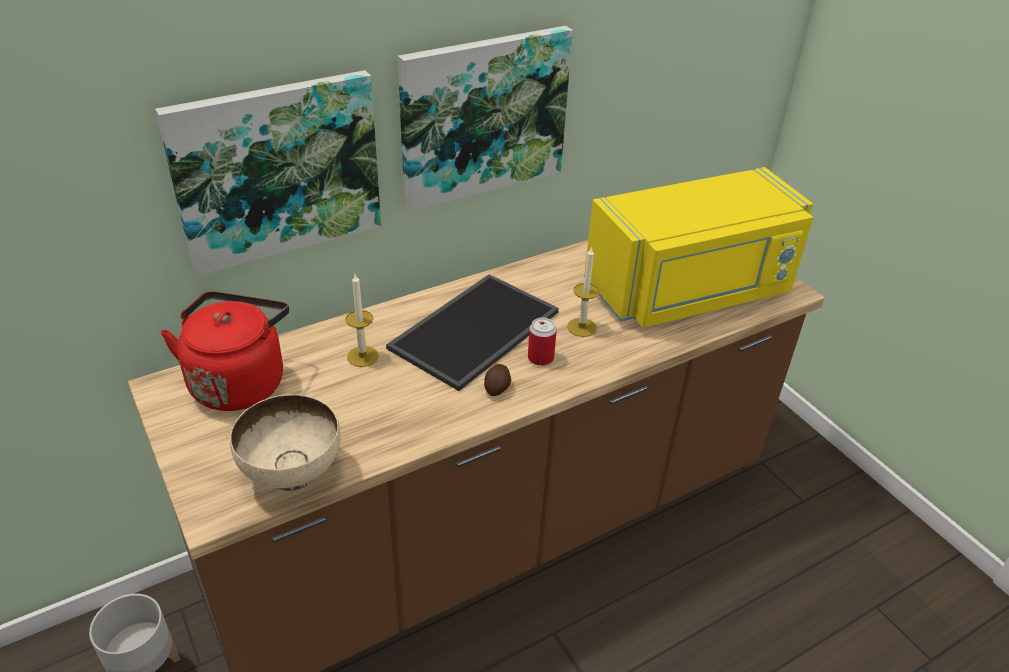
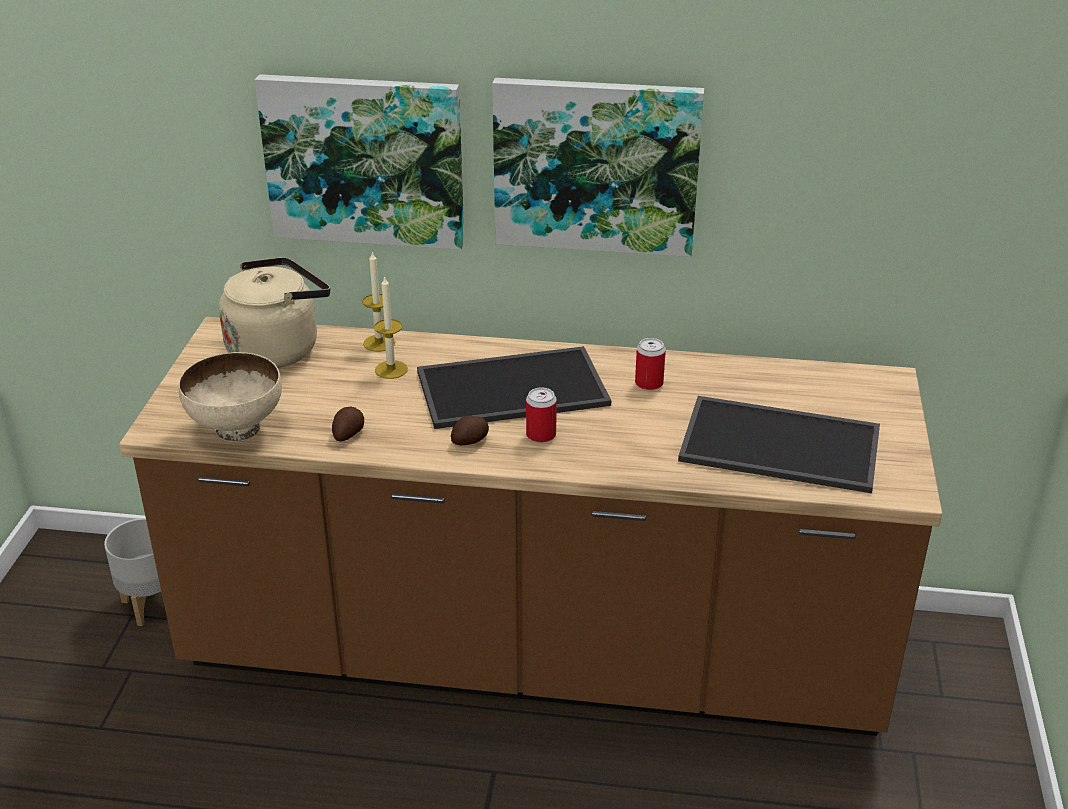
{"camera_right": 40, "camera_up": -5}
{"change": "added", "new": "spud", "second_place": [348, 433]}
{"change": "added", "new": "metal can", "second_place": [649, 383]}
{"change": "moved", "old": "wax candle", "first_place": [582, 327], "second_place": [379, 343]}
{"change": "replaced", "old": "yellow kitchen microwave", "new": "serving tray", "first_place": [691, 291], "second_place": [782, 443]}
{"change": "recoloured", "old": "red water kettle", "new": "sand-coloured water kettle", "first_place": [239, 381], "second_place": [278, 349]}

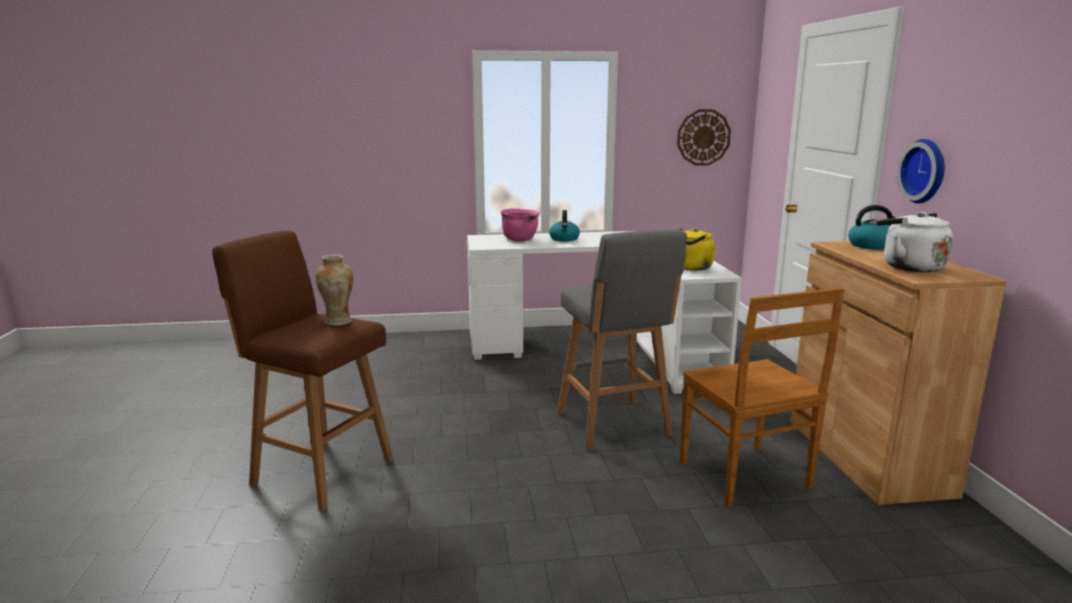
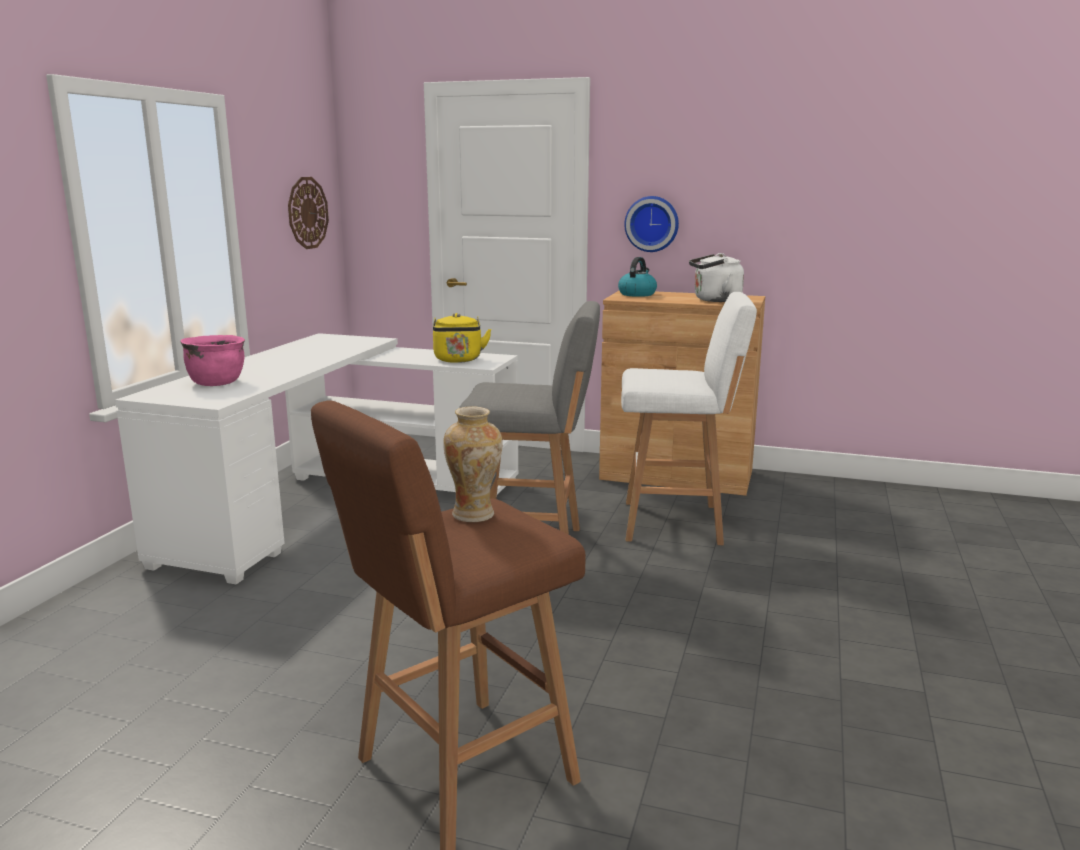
{"camera_right": -65, "camera_up": 0}
{"change": "removed", "old": "water kettle", "first_place": [564, 239]}
{"change": "replaced", "old": "brown chair", "new": "white stool", "first_place": [746, 477], "second_place": [677, 523]}

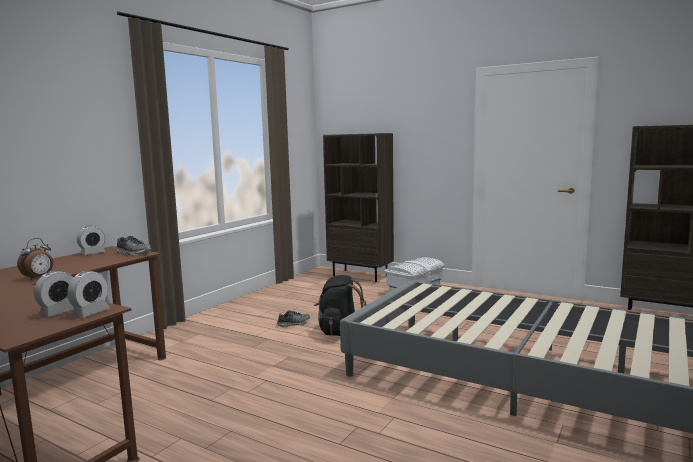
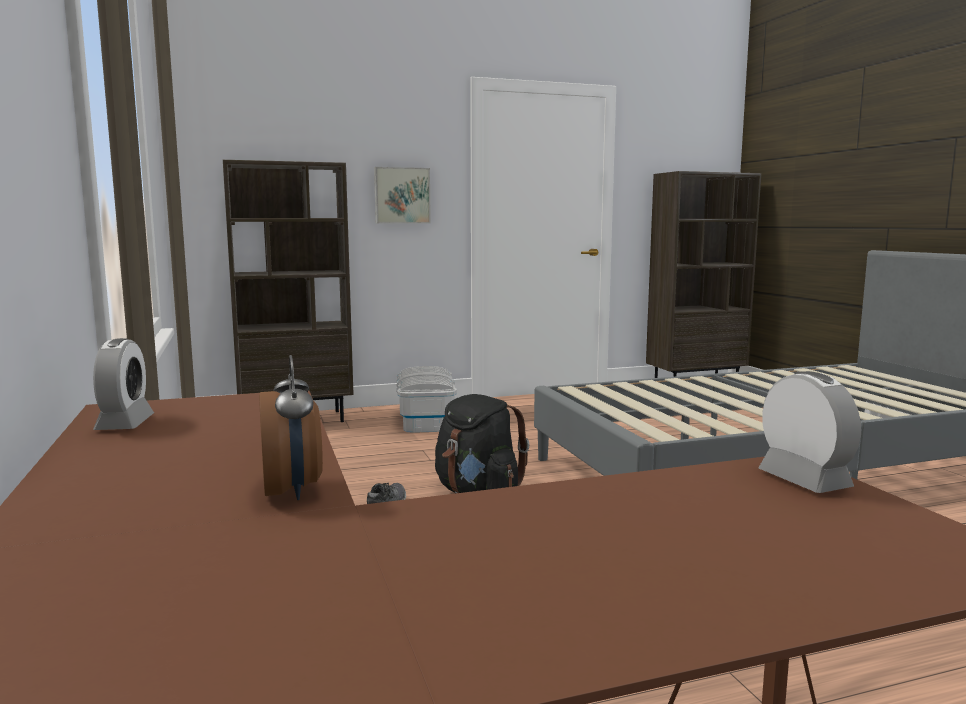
{"camera_right": -50, "camera_up": 0}
{"change": "removed", "old": "bedside clock", "first_place": [59, 312]}
{"change": "removed", "old": "shoe", "first_place": [133, 253]}
{"change": "added", "new": "wall art", "second_place": [402, 195]}

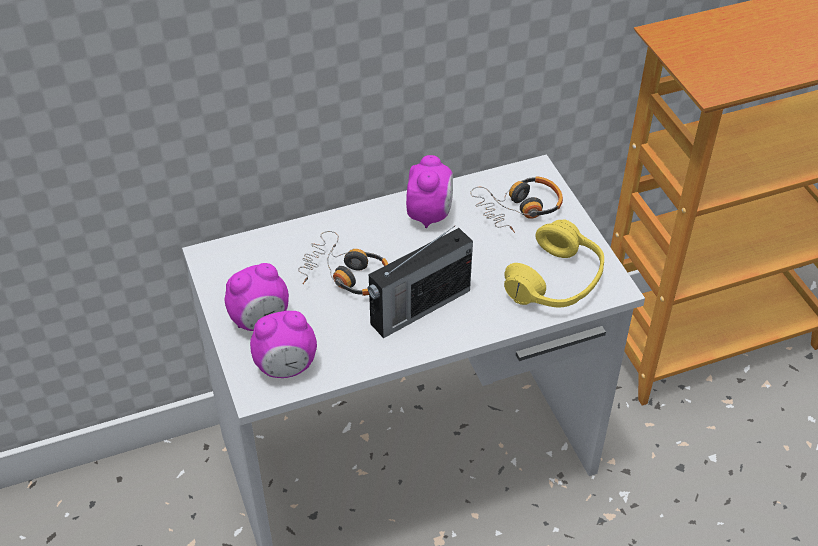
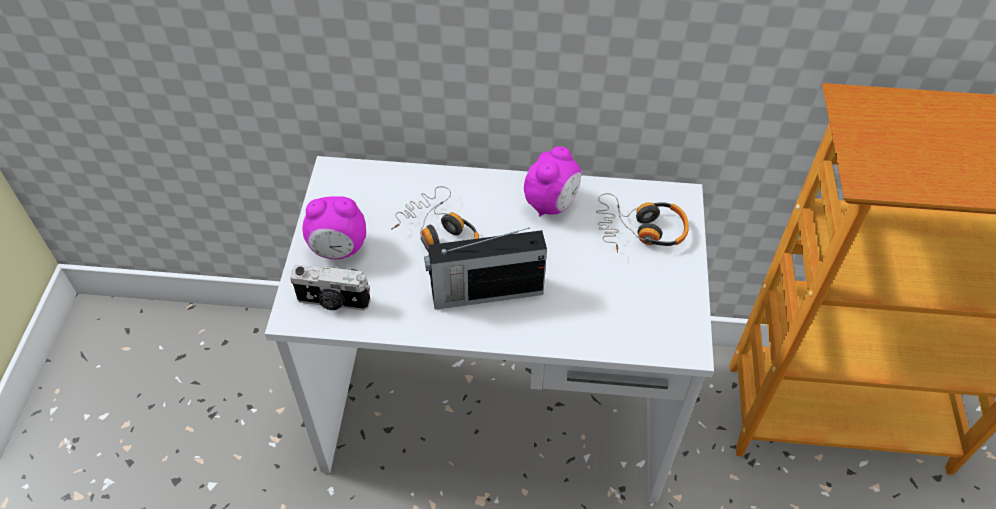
{"camera_right": 25, "camera_up": 5}
{"change": "removed", "old": "yellow headset", "first_place": [555, 281]}
{"change": "replaced", "old": "bedside clock", "new": "still camera", "first_place": [286, 367], "second_place": [333, 302]}

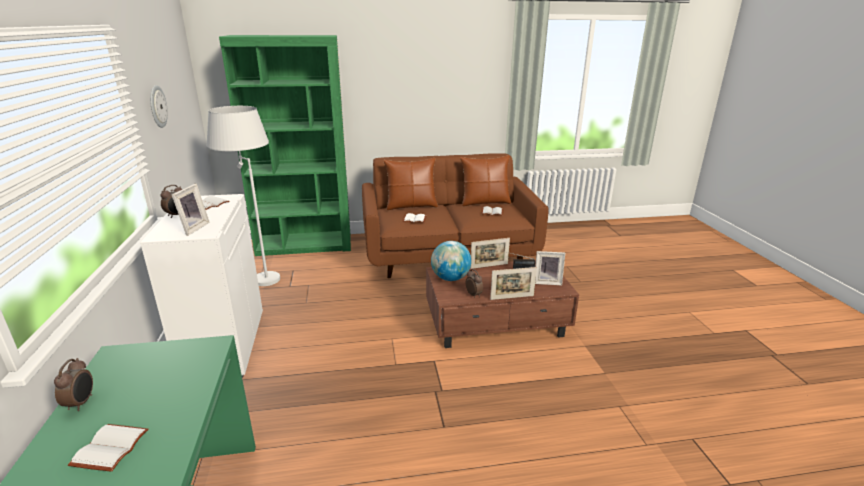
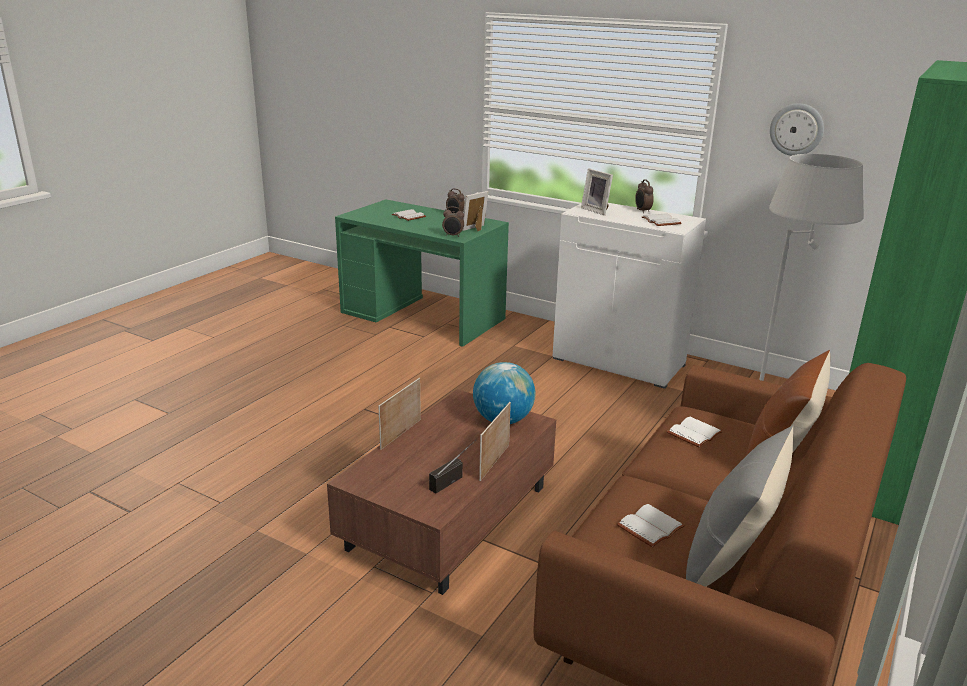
{"camera_right": 130, "camera_up": 0}
{"change": "moved", "old": "bedside clock", "first_place": [474, 294], "second_place": [453, 236]}
{"change": "moved", "old": "picture frame", "first_place": [547, 282], "second_place": [476, 229]}
{"change": "recoloured", "old": "brown pillow", "new": "grey pillow", "first_place": [485, 202], "second_place": [729, 559]}

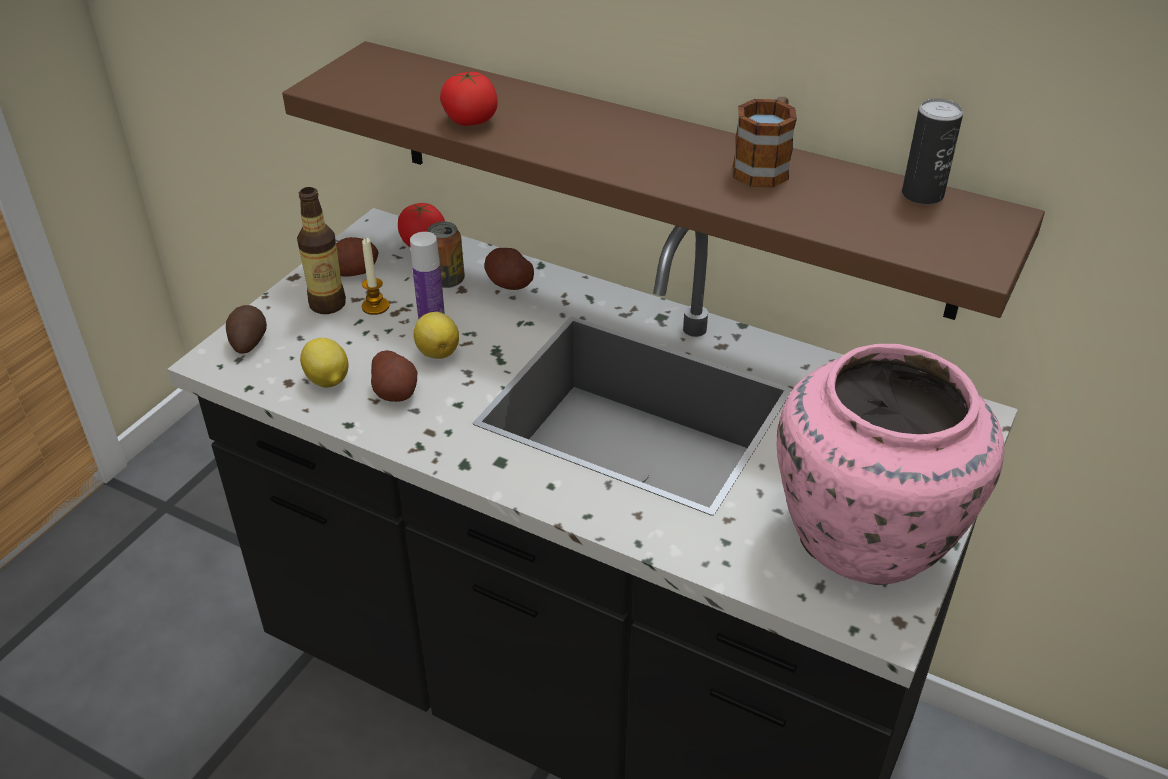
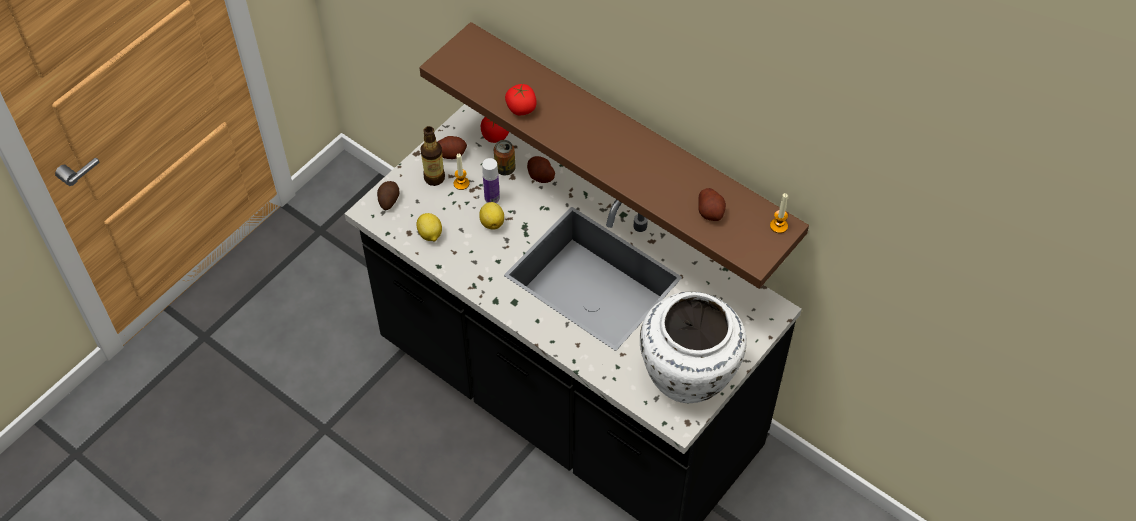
{"camera_right": 10, "camera_up": 15}
{"change": "removed", "old": "coffee mug", "first_place": [765, 166]}
{"change": "removed", "old": "metal can", "first_place": [922, 194]}
{"change": "added", "new": "wax candle", "second_place": [778, 226]}
{"change": "moved", "old": "spud", "first_place": [395, 391], "second_place": [710, 212]}
{"change": "recoloured", "old": "pink vase", "new": "white vase", "first_place": [868, 538], "second_place": [689, 375]}

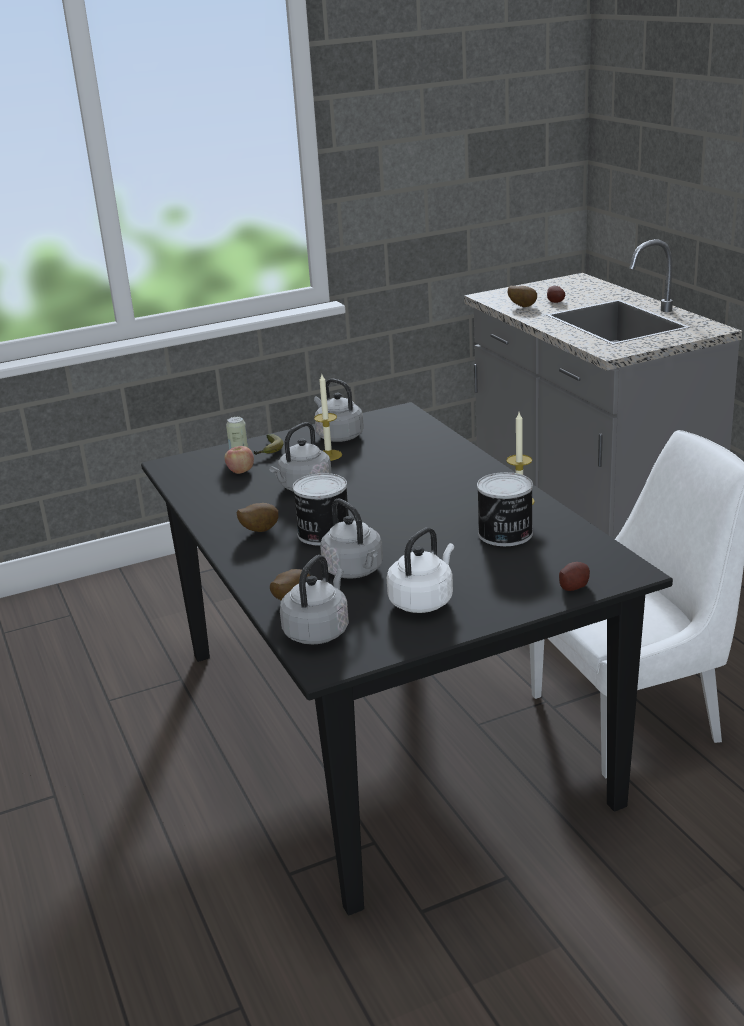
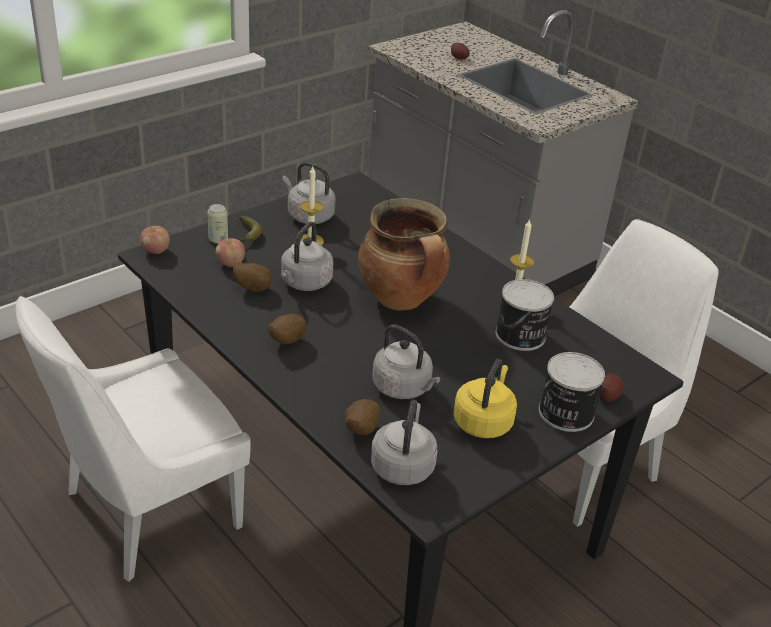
{"camera_right": -20, "camera_up": 10}
{"change": "added", "new": "white chair", "second_place": [146, 512]}
{"change": "added", "new": "whole apple", "second_place": [155, 250]}
{"change": "added", "new": "cooking pot", "second_place": [402, 300]}
{"change": "moved", "old": "metal can", "first_place": [322, 533], "second_place": [565, 413]}
{"change": "moved", "old": "spud", "first_place": [523, 306], "second_place": [253, 288]}
{"change": "recoloured", "old": "white water kettle", "new": "yellow water kettle", "first_place": [423, 601], "second_place": [483, 421]}

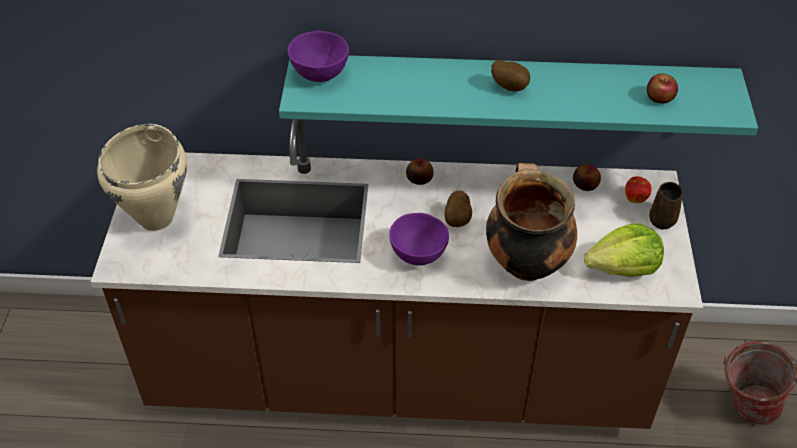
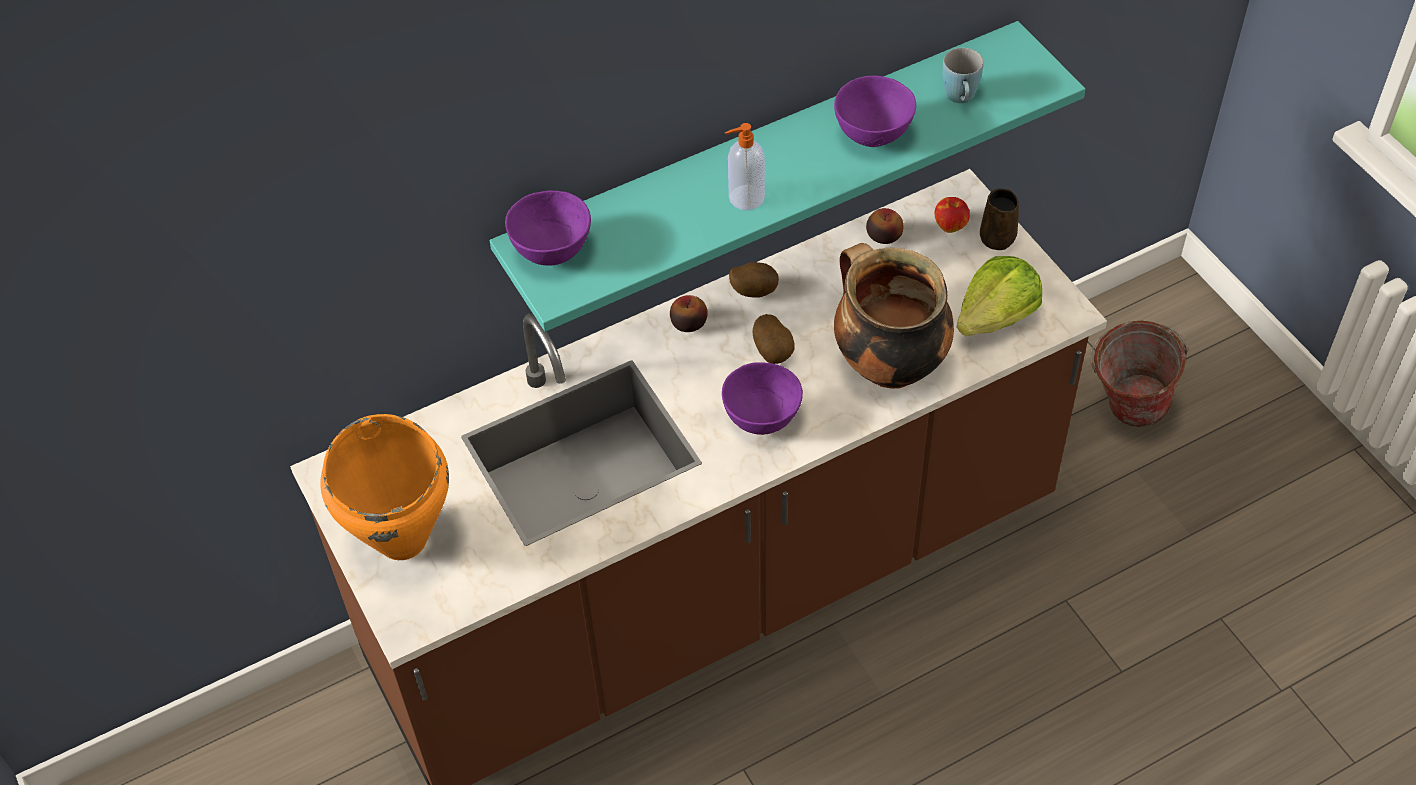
{"camera_right": -30, "camera_up": 5}
{"change": "added", "new": "soap dispenser", "second_place": [745, 198]}
{"change": "added", "new": "purple-coloured bowl", "second_place": [874, 135]}
{"change": "moved", "old": "spud", "first_place": [510, 87], "second_place": [753, 291]}
{"change": "replaced", "old": "whole apple", "new": "blue-coloured coffee mug", "first_place": [660, 97], "second_place": [961, 98]}
{"change": "recoloured", "old": "sand-coloured cooking pot", "new": "orangey cooking pot", "first_place": [157, 218], "second_place": [403, 538]}

